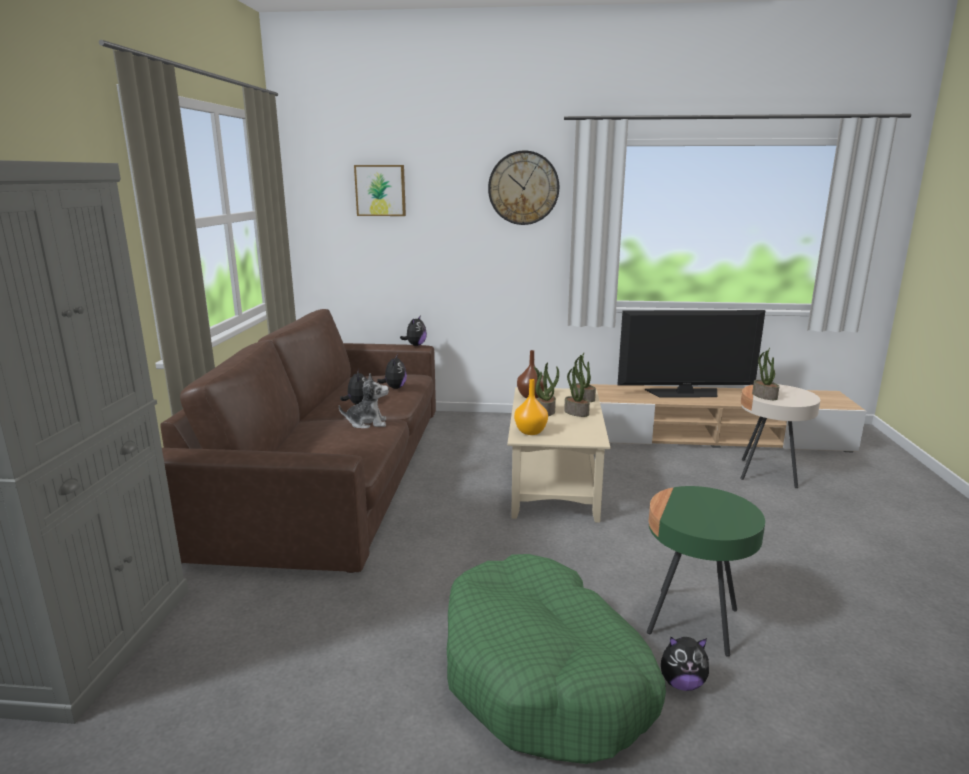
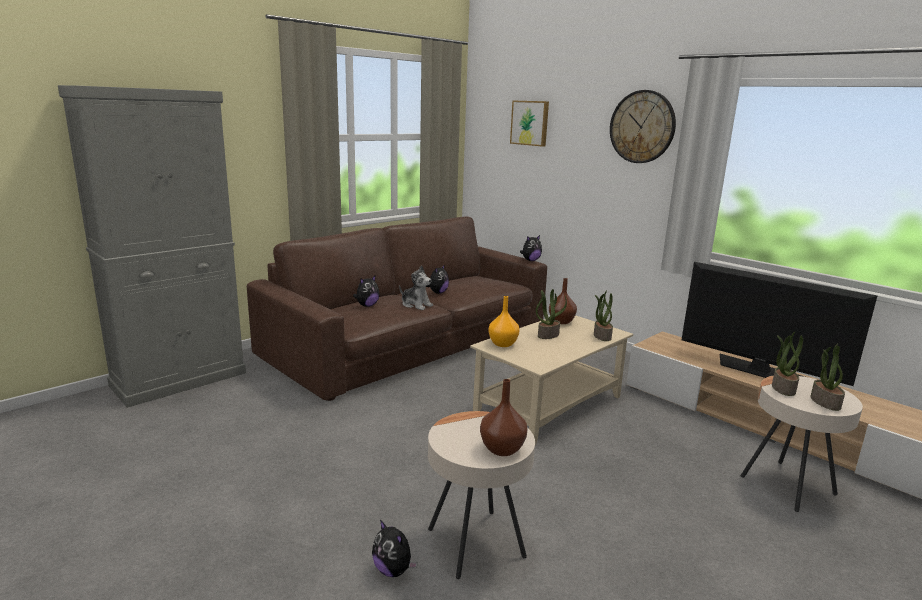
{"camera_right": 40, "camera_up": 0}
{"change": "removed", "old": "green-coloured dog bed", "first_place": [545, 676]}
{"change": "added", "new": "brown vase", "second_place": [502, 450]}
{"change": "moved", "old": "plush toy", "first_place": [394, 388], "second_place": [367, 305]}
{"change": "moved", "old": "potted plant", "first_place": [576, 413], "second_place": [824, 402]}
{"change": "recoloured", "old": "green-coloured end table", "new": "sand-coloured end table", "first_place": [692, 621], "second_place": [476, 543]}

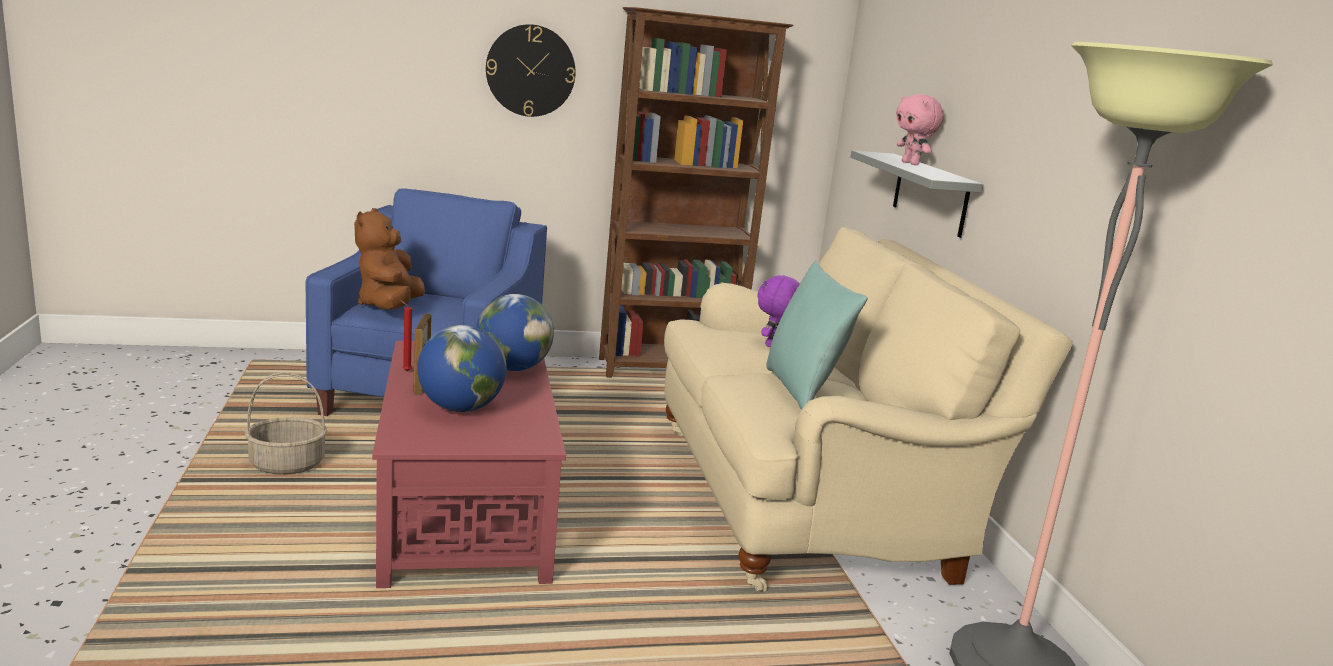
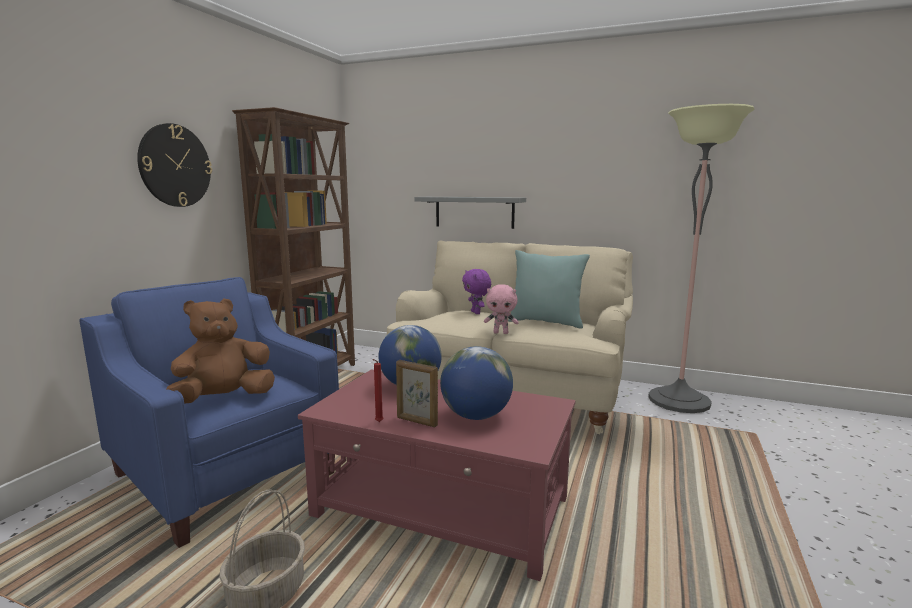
{"camera_right": -55, "camera_up": -5}
{"change": "moved", "old": "pink plush toy", "first_place": [911, 163], "second_place": [501, 333]}
{"change": "turned", "old": "brown plush toy", "first_place": [389, 307], "second_place": [223, 399], "degrees": 105}

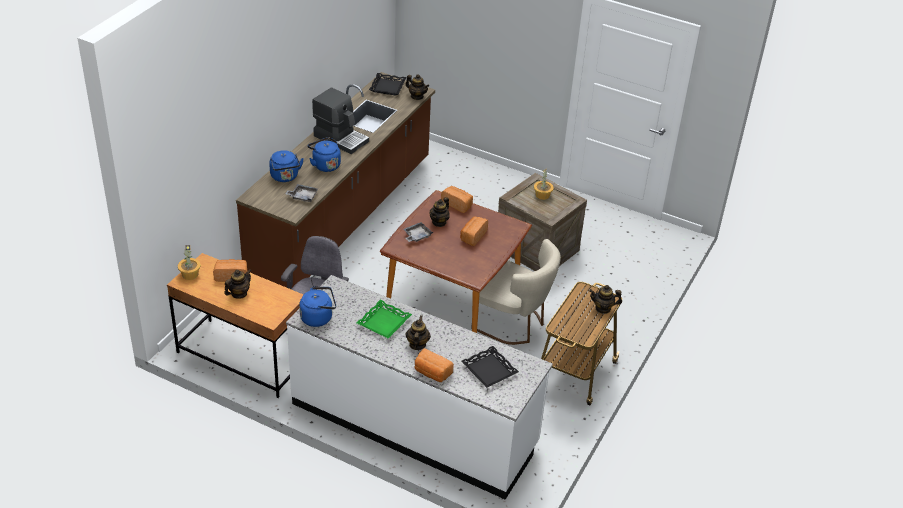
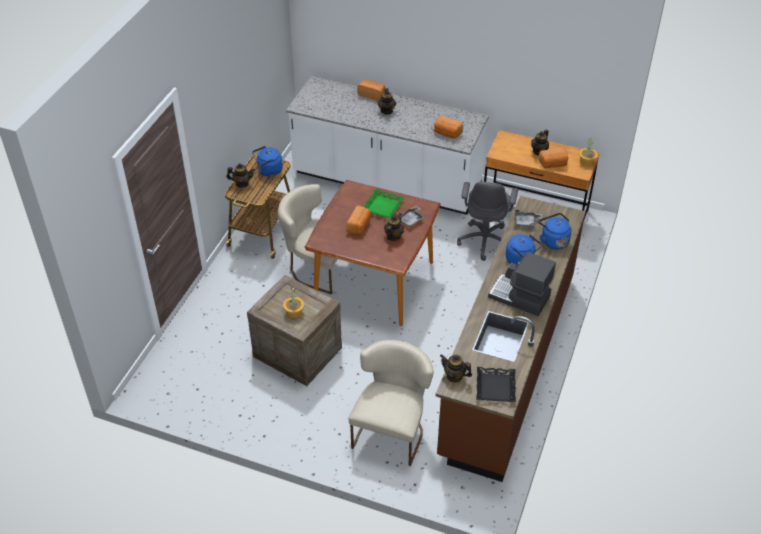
{"camera_right": 175, "camera_up": 5}
{"change": "removed", "old": "black-coloured serving tray", "first_place": [489, 370]}
{"change": "added", "new": "sand-coloured chair", "second_place": [391, 431]}
{"change": "moved", "old": "blue-coloured water kettle", "first_place": [318, 317], "second_place": [268, 171]}
{"change": "moved", "old": "green-coloured serving tray", "first_place": [384, 323], "second_place": [382, 206]}
{"change": "moved", "old": "bread", "first_place": [457, 204], "second_place": [447, 133]}

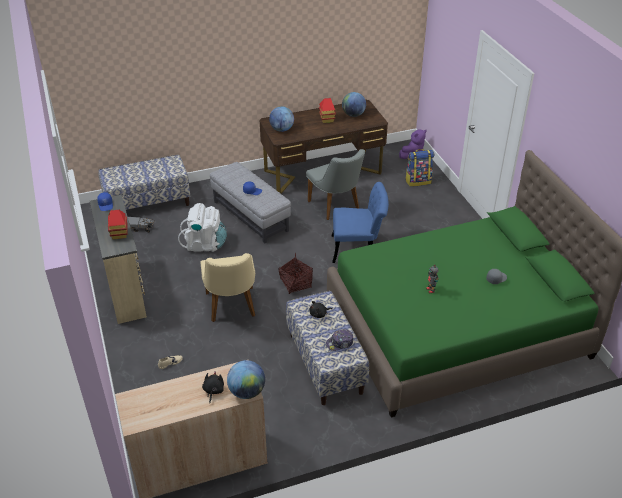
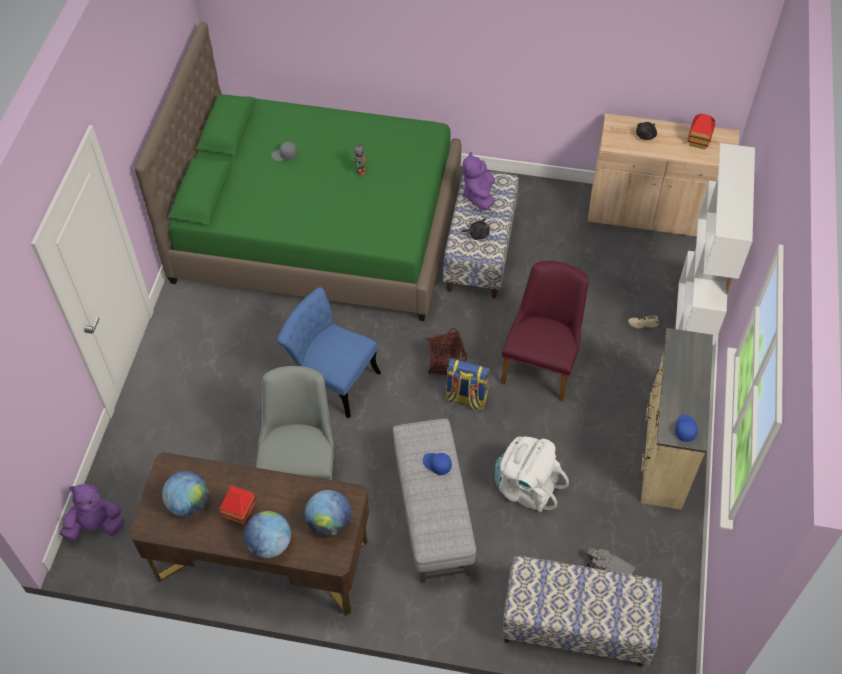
{"camera_right": -150, "camera_up": 15}
{"change": "added", "new": "white shelving unit", "second_place": [691, 327]}
{"change": "moved", "old": "model house", "first_place": [119, 234], "second_place": [698, 141]}
{"change": "moved", "old": "desk globe", "first_place": [247, 392], "second_place": [270, 544]}
{"change": "moved", "old": "backpack", "first_place": [418, 181], "second_place": [466, 397]}
{"change": "replaced", "old": "peaked cap", "new": "purple-coloured plush toy", "first_place": [340, 343], "second_place": [479, 195]}
{"change": "recoloured", "old": "sand-coloured chair", "new": "purple-coloured chair", "first_place": [231, 308], "second_place": [542, 363]}

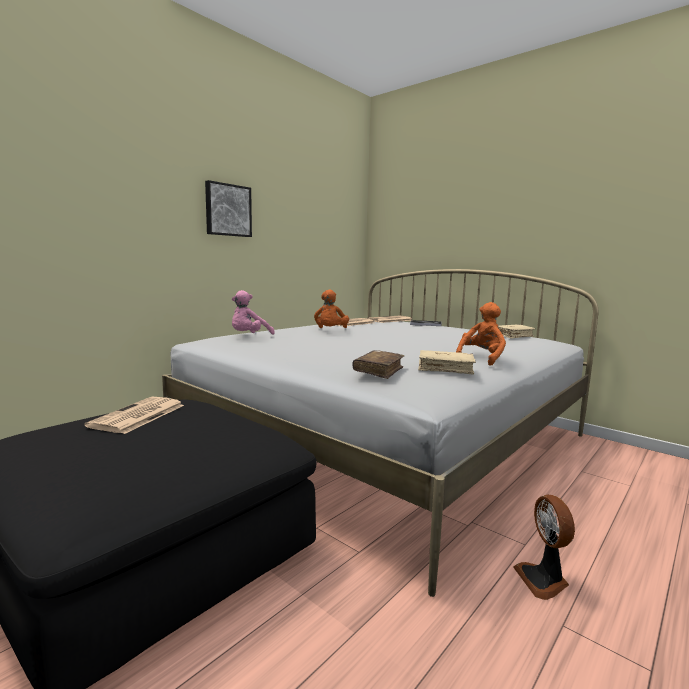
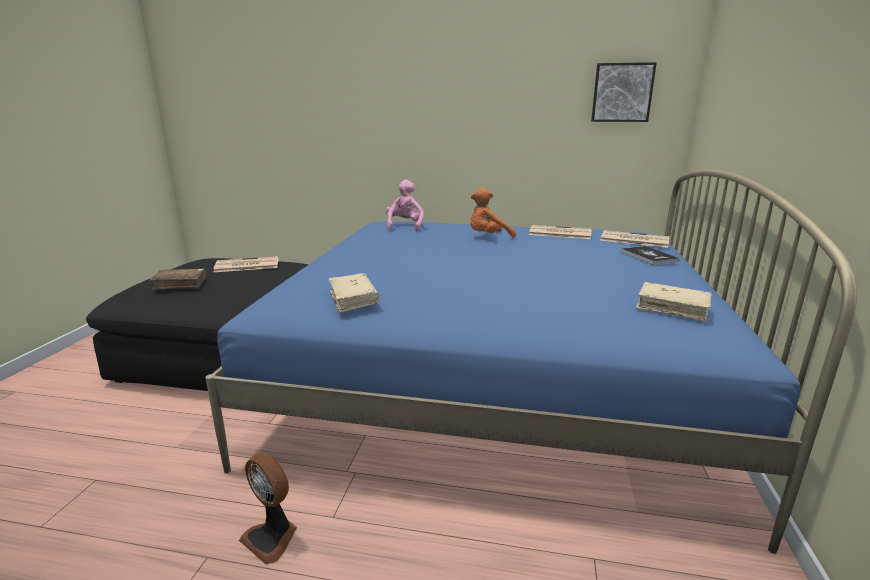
{"camera_right": 60, "camera_up": 10}
{"change": "removed", "old": "orangey plush toy", "first_place": [481, 358]}
{"change": "moved", "old": "wall art", "first_place": [227, 210], "second_place": [622, 92]}
{"change": "moved", "old": "brown volume", "first_place": [379, 371], "second_place": [180, 284]}
{"change": "recoloured", "old": "white sleeping bed", "new": "blue-coloured sleeping bed", "first_place": [384, 439], "second_place": [494, 378]}
{"change": "turned", "old": "pink plush toy", "first_place": [249, 336], "second_place": [405, 226], "degrees": 90}
{"change": "turned", "old": "fan", "first_place": [543, 580], "second_place": [272, 537], "degrees": -105}

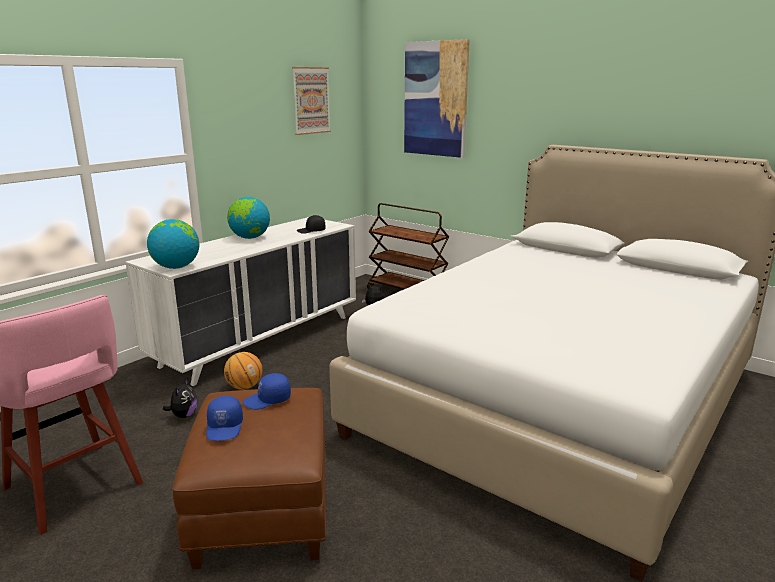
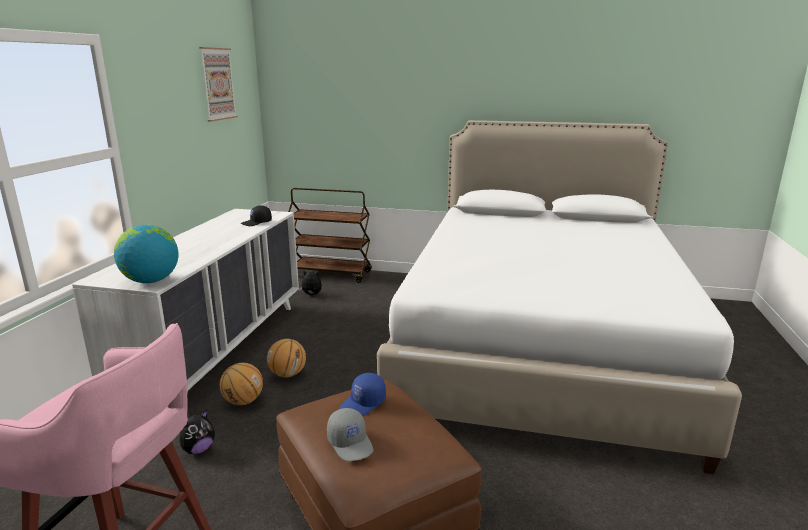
{"camera_right": -25, "camera_up": 0}
{"change": "removed", "old": "desk globe", "first_place": [250, 238]}
{"change": "removed", "old": "wall art", "first_place": [436, 99]}
{"change": "added", "new": "ball for basketball", "second_place": [288, 374]}
{"change": "recoloured", "old": "blue-coloured peaked cap", "new": "grey peaked cap", "first_place": [225, 427], "second_place": [351, 443]}
{"change": "turned", "old": "plush toy", "first_place": [183, 415], "second_place": [198, 449], "degrees": 60}

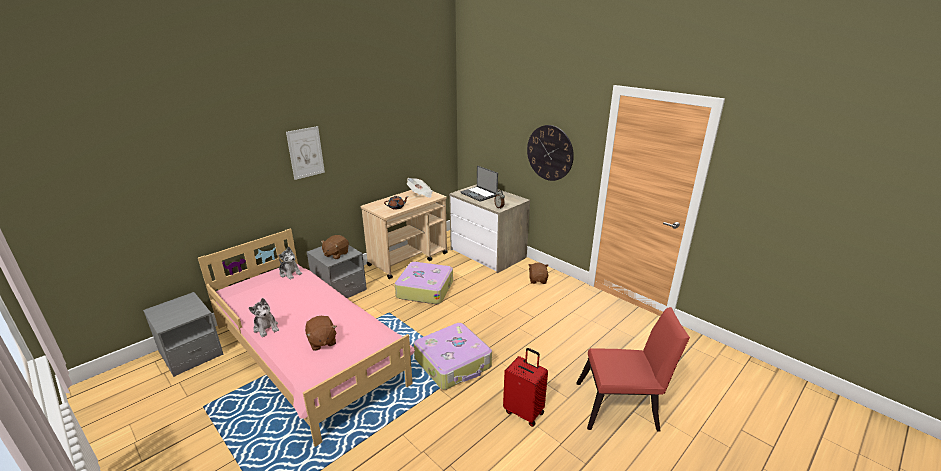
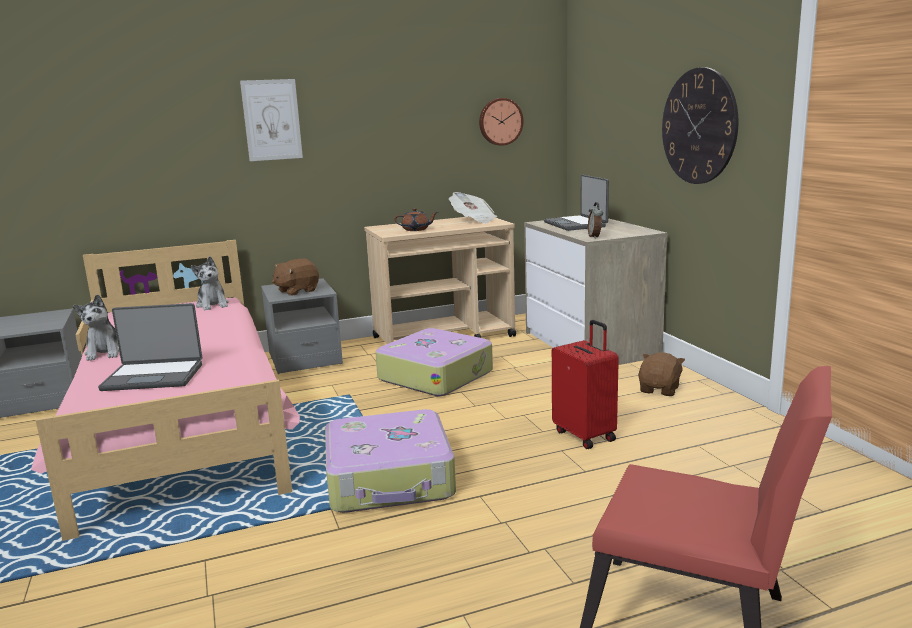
{"camera_right": 25, "camera_up": -10}
{"change": "added", "new": "wall clock", "second_place": [500, 121]}
{"change": "moved", "old": "red travel case", "first_place": [524, 412], "second_place": [585, 435]}
{"change": "replaced", "old": "brown plush toy", "new": "notebook computer", "first_place": [322, 342], "second_place": [154, 376]}

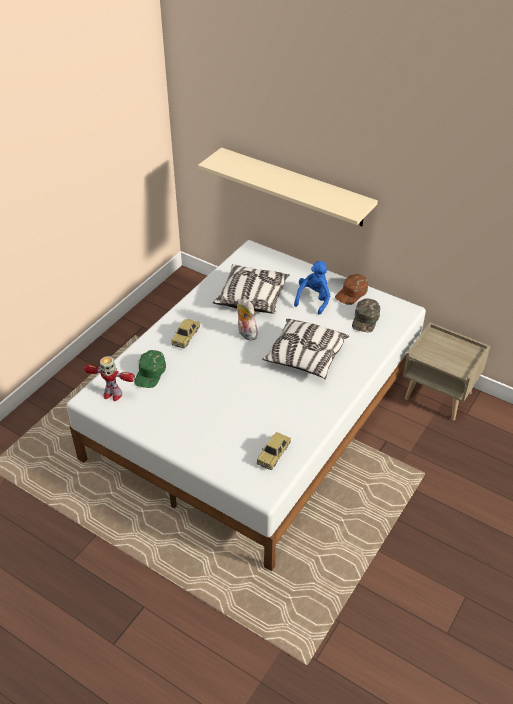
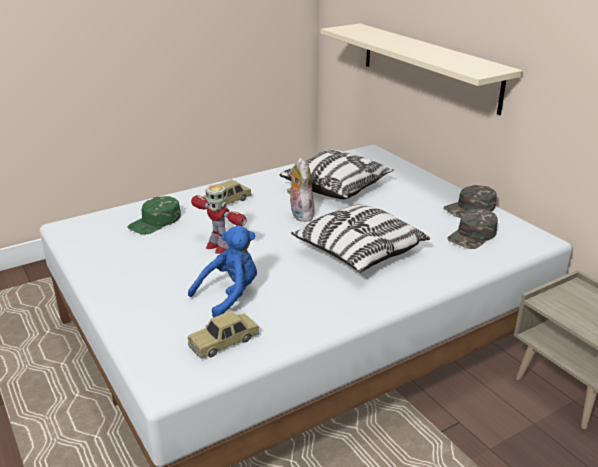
{"camera_right": 25, "camera_up": -15}
{"change": "moved", "old": "toy robot", "first_place": [112, 394], "second_place": [218, 246]}
{"change": "moved", "old": "blue-coloured plush toy", "first_place": [313, 299], "second_place": [230, 295]}
{"change": "recoloured", "old": "brown peaked cap", "new": "green-coloured peaked cap", "first_place": [352, 293], "second_place": [470, 208]}

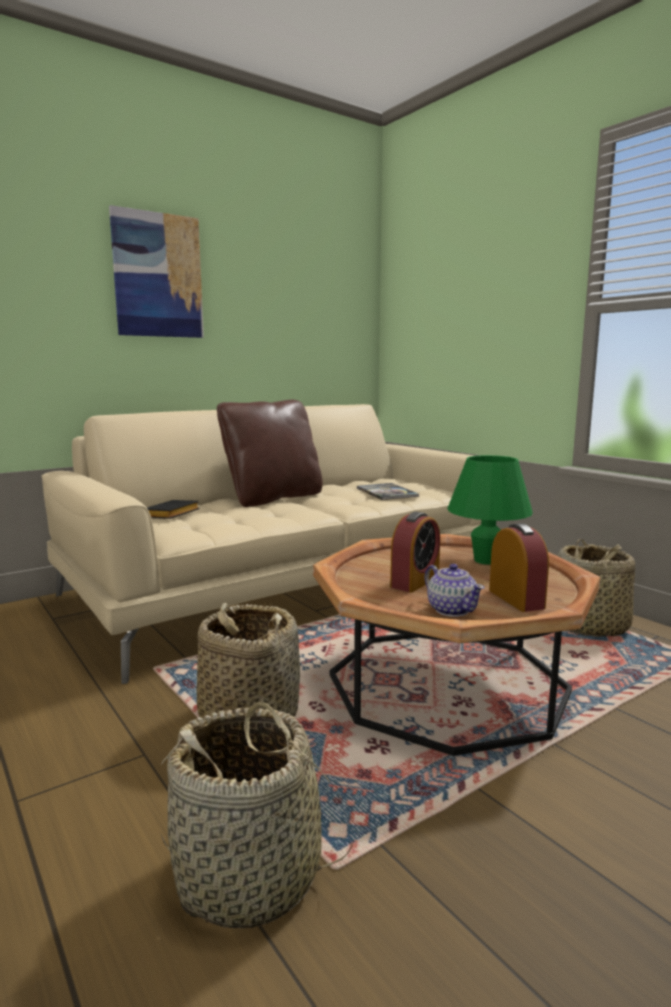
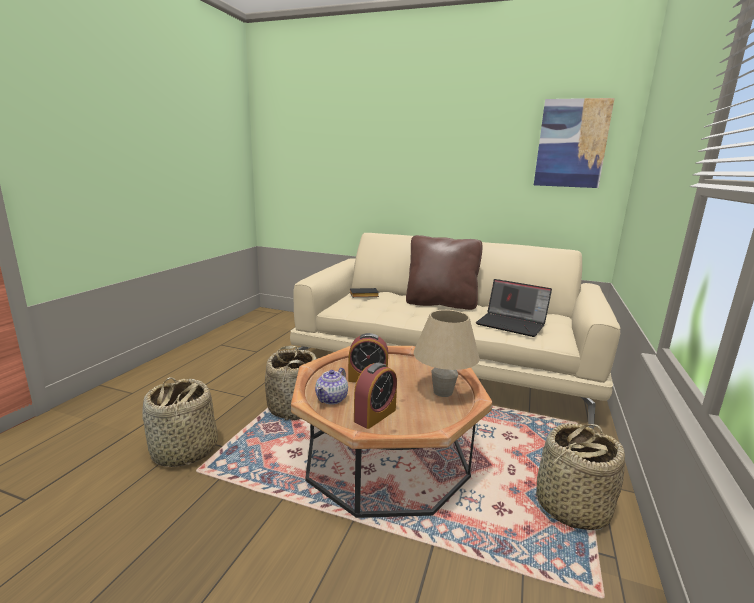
{"camera_right": 55, "camera_up": 5}
{"change": "moved", "old": "wall art", "first_place": [158, 276], "second_place": [571, 144]}
{"change": "replaced", "old": "volume", "new": "notebook computer", "first_place": [387, 492], "second_place": [512, 324]}
{"change": "recoloured", "old": "green-coloured table lamp", "new": "sand-coloured table lamp", "first_place": [486, 560], "second_place": [443, 392]}

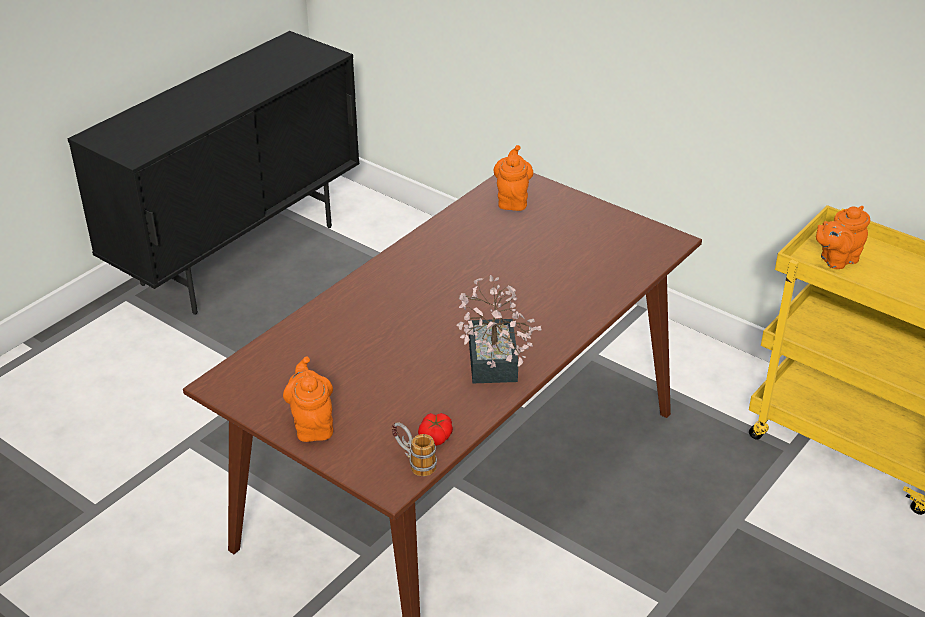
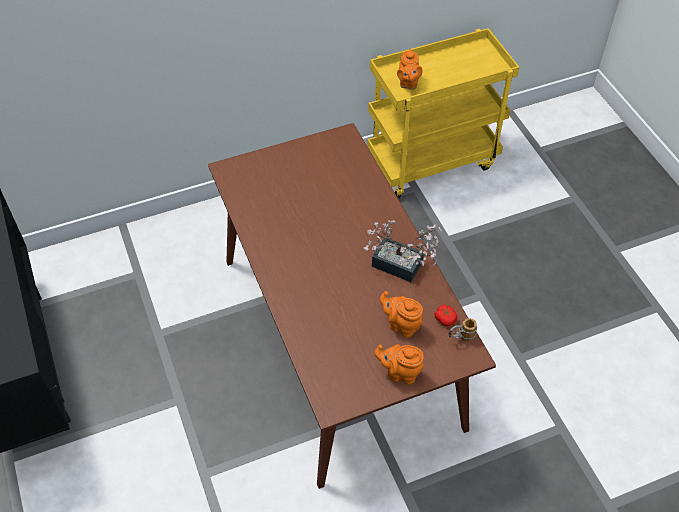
{"camera_right": -60, "camera_up": 15}
{"change": "moved", "old": "orangey pot for tea", "first_place": [512, 200], "second_place": [401, 325]}

